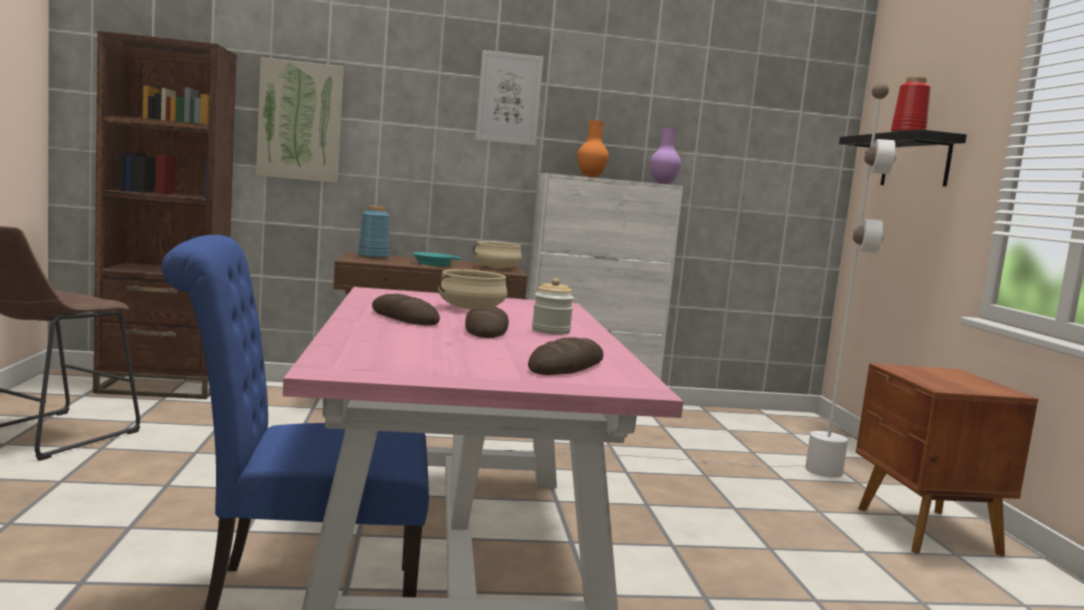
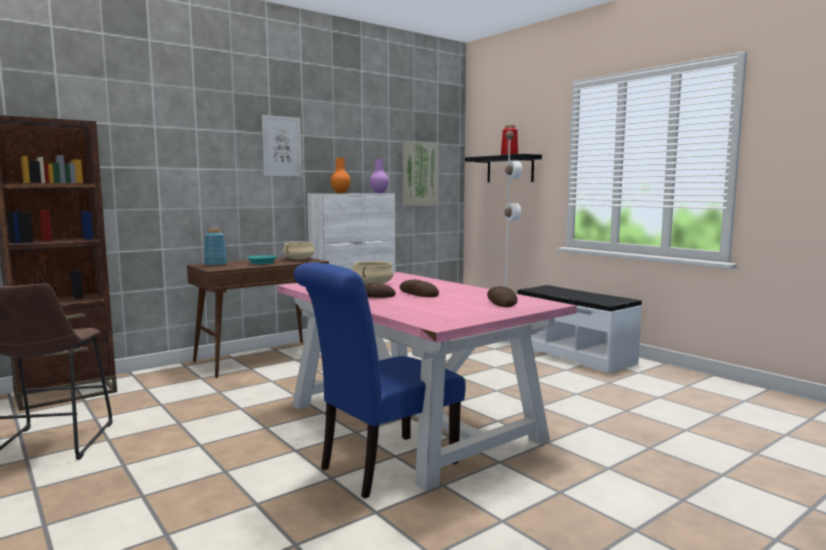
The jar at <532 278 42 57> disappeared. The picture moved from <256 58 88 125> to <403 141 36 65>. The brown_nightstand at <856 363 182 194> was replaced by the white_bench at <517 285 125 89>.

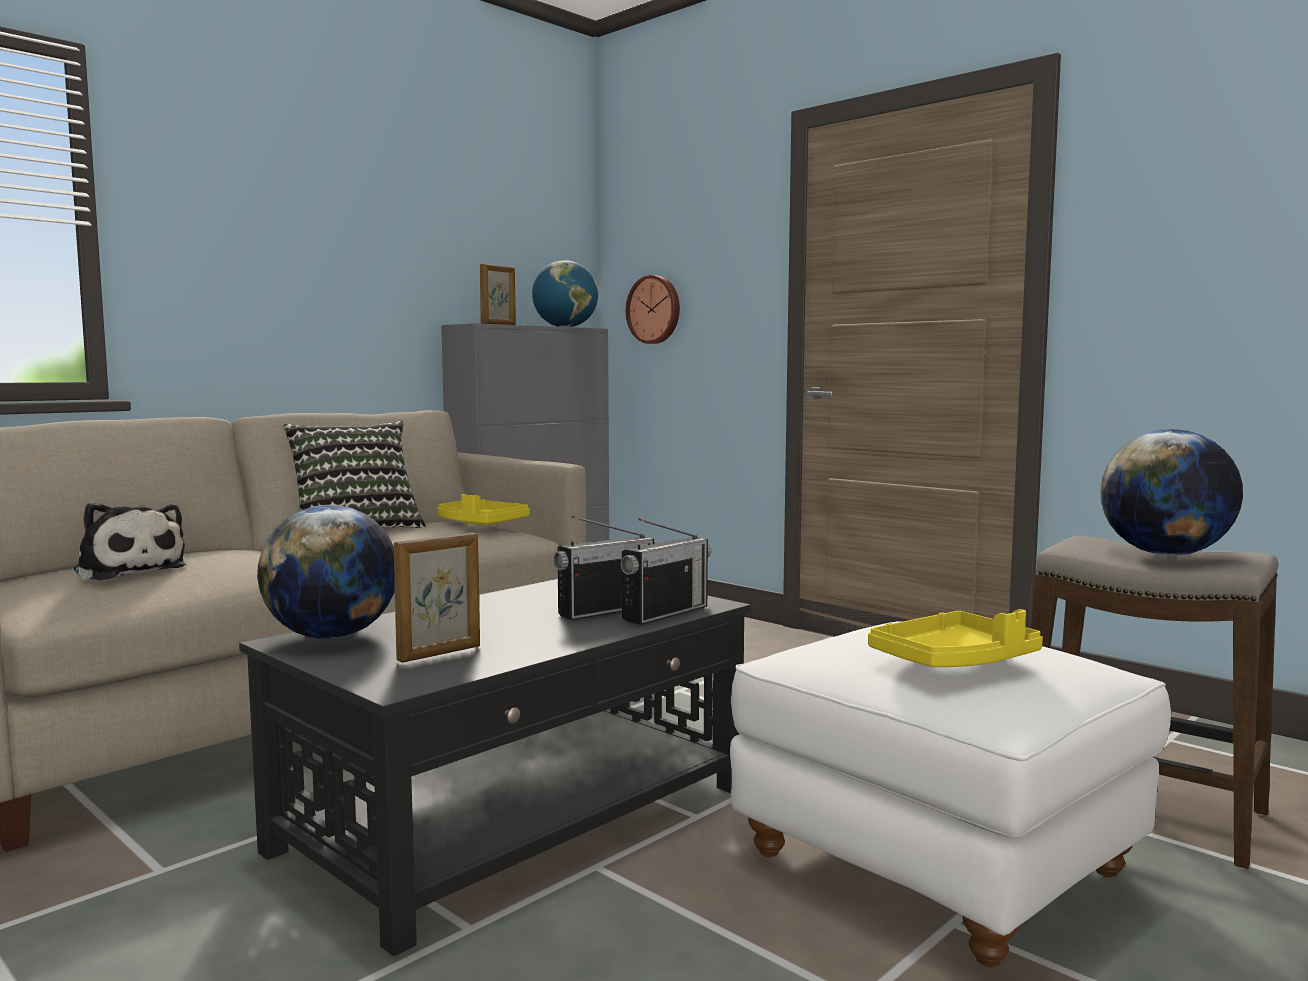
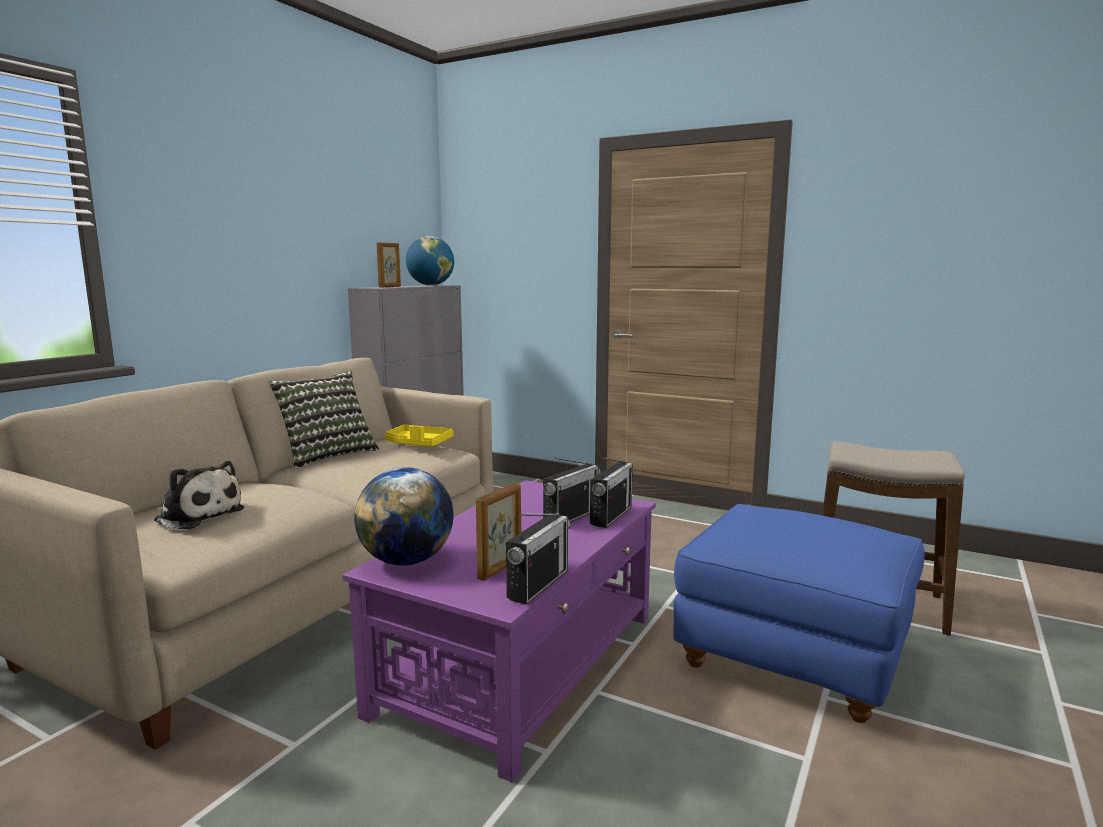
The wall_clock at <626 275 54 69> disappeared. The yellow_tray at <868 609 175 58> disappeared. The globe at <1100 429 143 127> disappeared. The radio at <506 513 64 92> appeared. The black_coffee_table at <239 579 512 377> became the purple_coffee_table at <343 480 313 302>. The white_ottoman at <730 621 441 346> became the blue_ottoman at <673 504 252 219>.

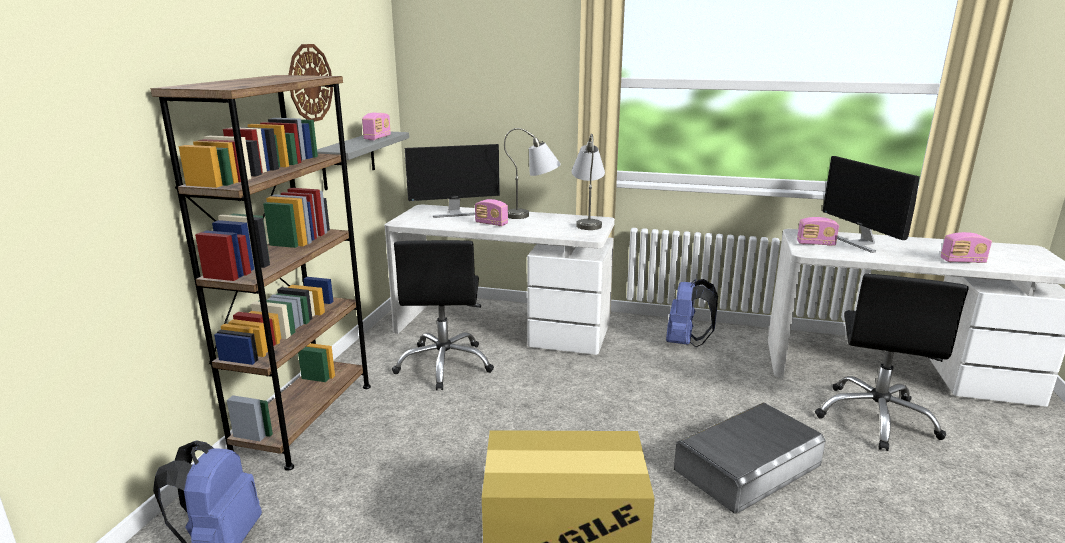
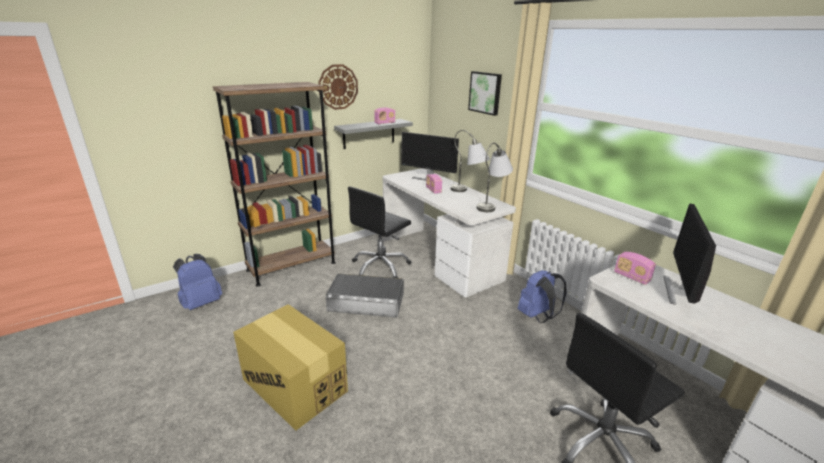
The radio at <941 232 51 31> disappeared. The picture at <468 71 34 45> appeared. The grey_storage_box moved from <674 402 152 112> to <326 273 78 45>.

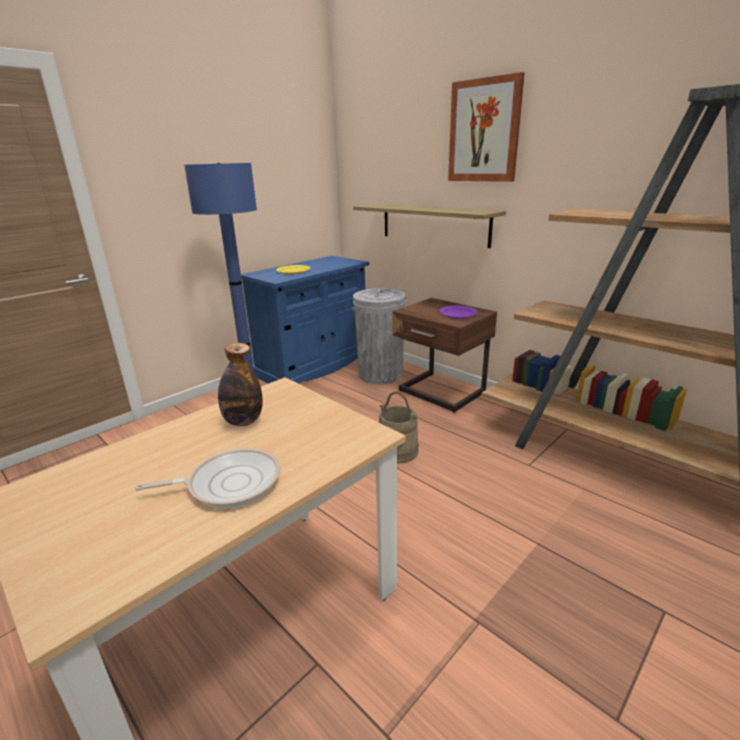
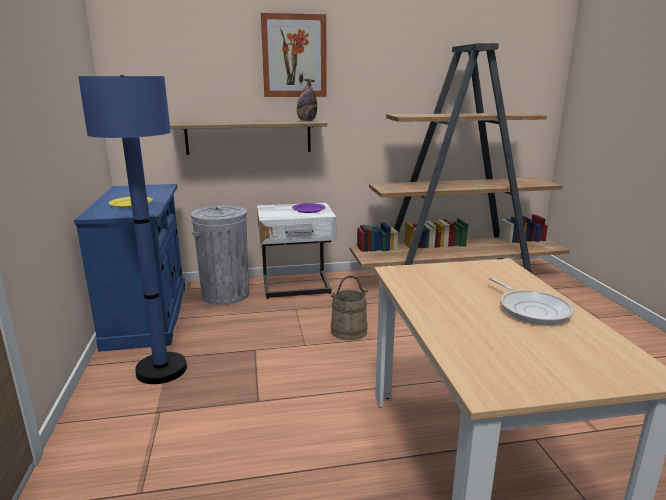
The bottle moved from <218 343 45 83> to <297 79 20 42>. The brown_nightstand at <393 298 104 115> became the white_nightstand at <257 203 80 96>. The frying_pan at <135 448 145 60> turned 135 degrees clockwise.

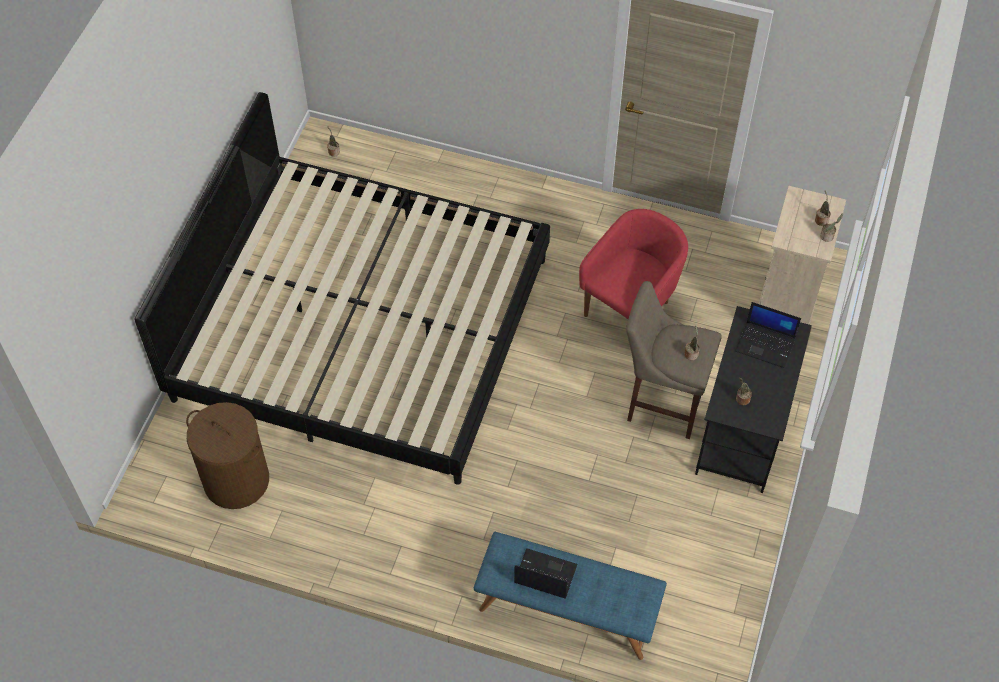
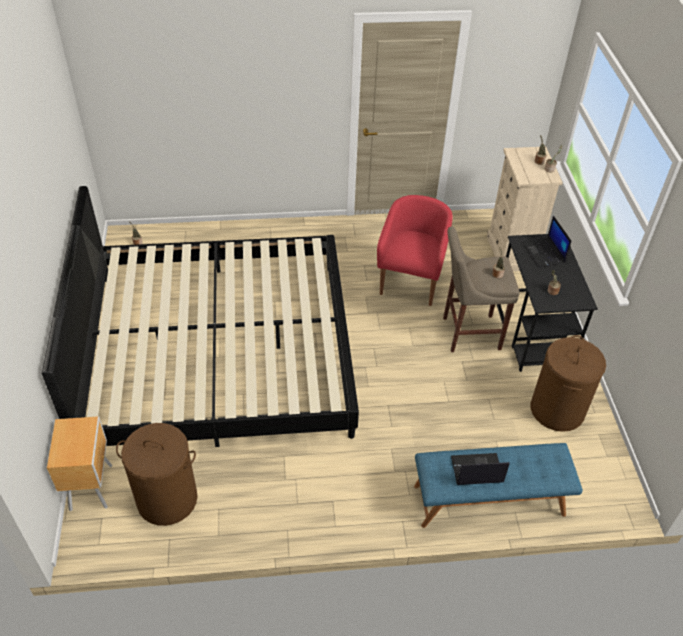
The brown_nightstand at <47 417 66 95> appeared. The brown_laundry_basket at <530 335 76 97> appeared. The laptop at <735 302 66 66> turned 75 degrees clockwise.

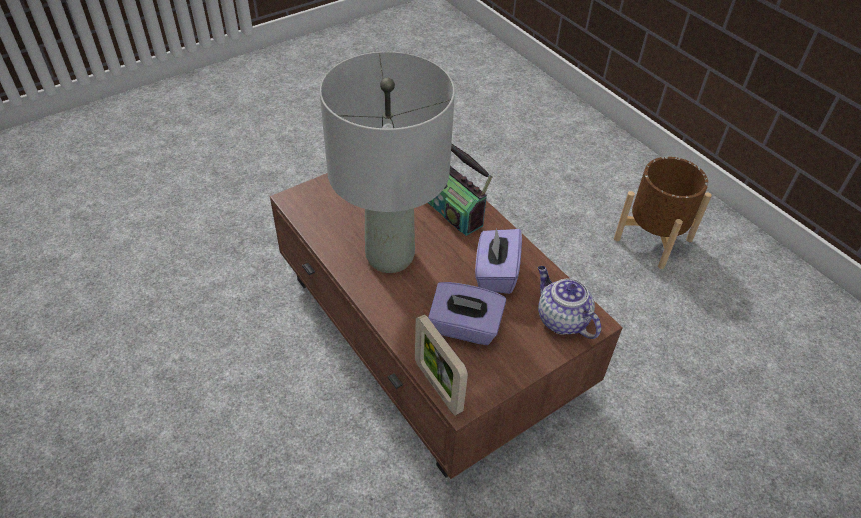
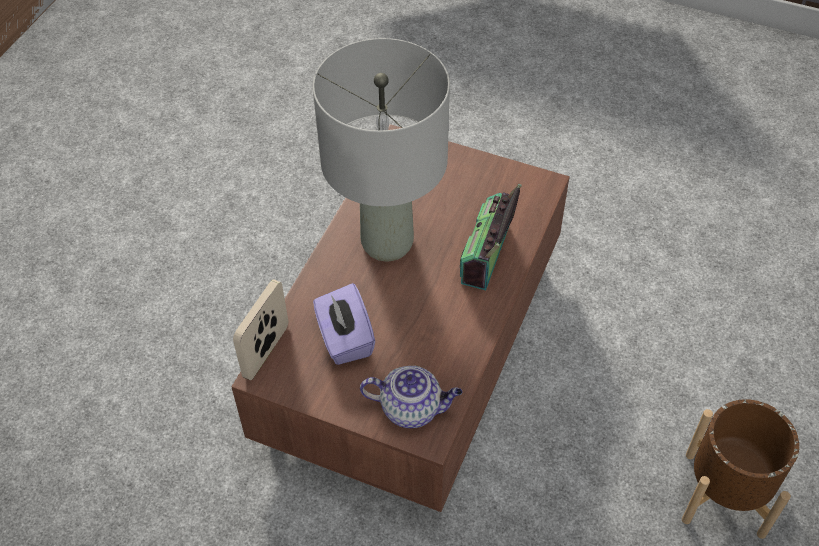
The purple_tissue_box at <475 227 47 67> disappeared. The teapot at <538 266 63 73> turned 75 degrees clockwise.

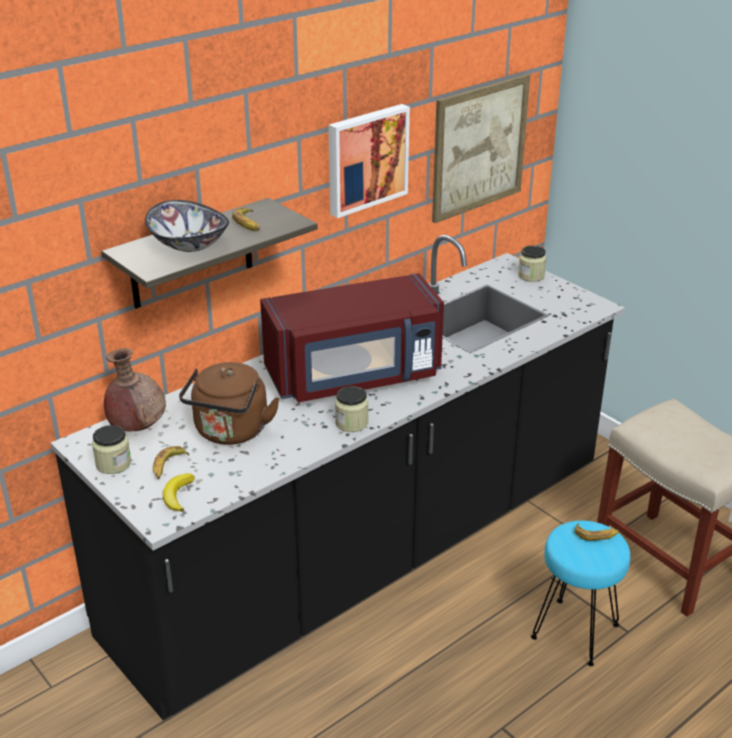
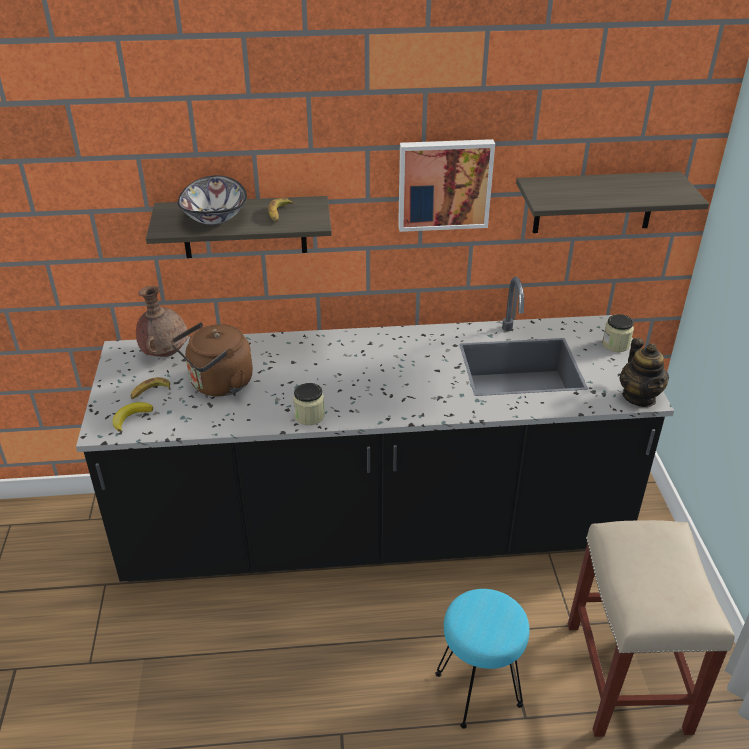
The jar at <92 425 39 49> disappeared. The red_microwave at <260 273 184 129> disappeared. The banana at <574 523 45 18> disappeared. The teapot at <619 338 50 69> appeared. The picture at <432 74 98 149> was replaced by the shelf at <516 172 193 61>.

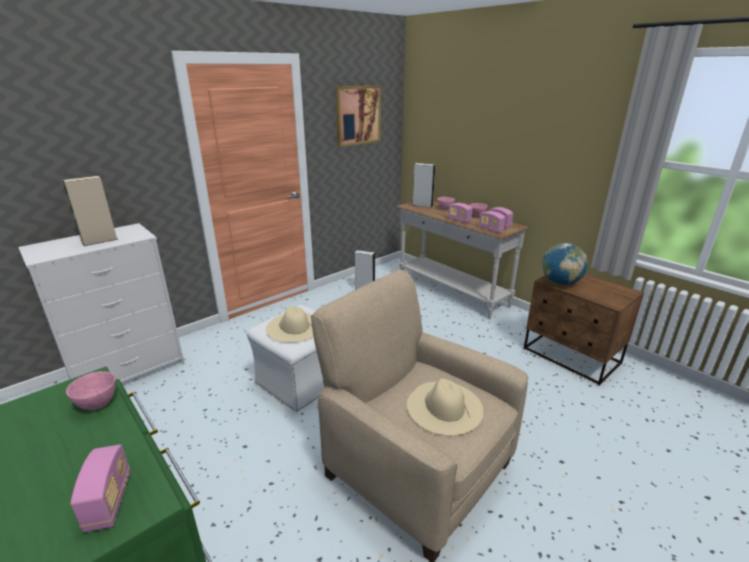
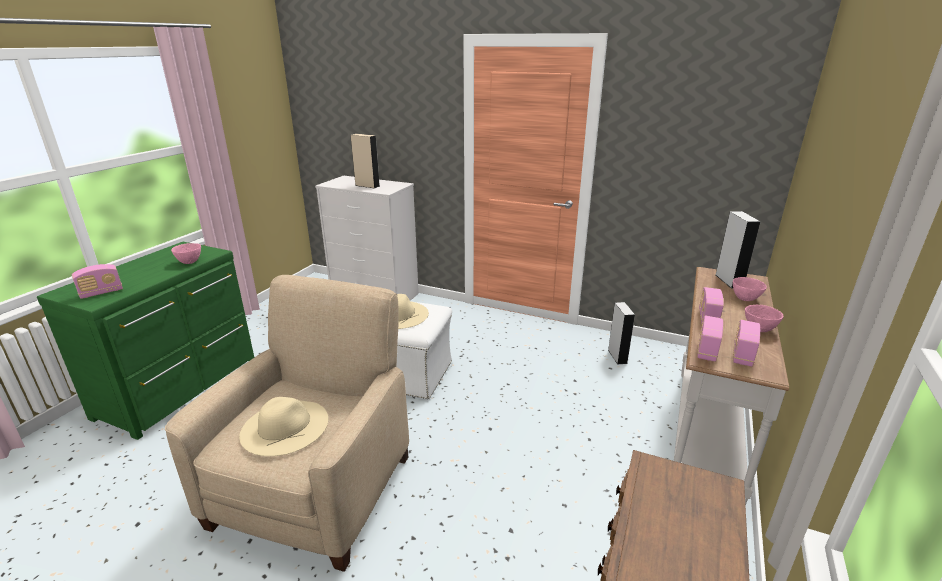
The picture at <335 85 46 62> disappeared. The globe at <542 243 46 42> disappeared.

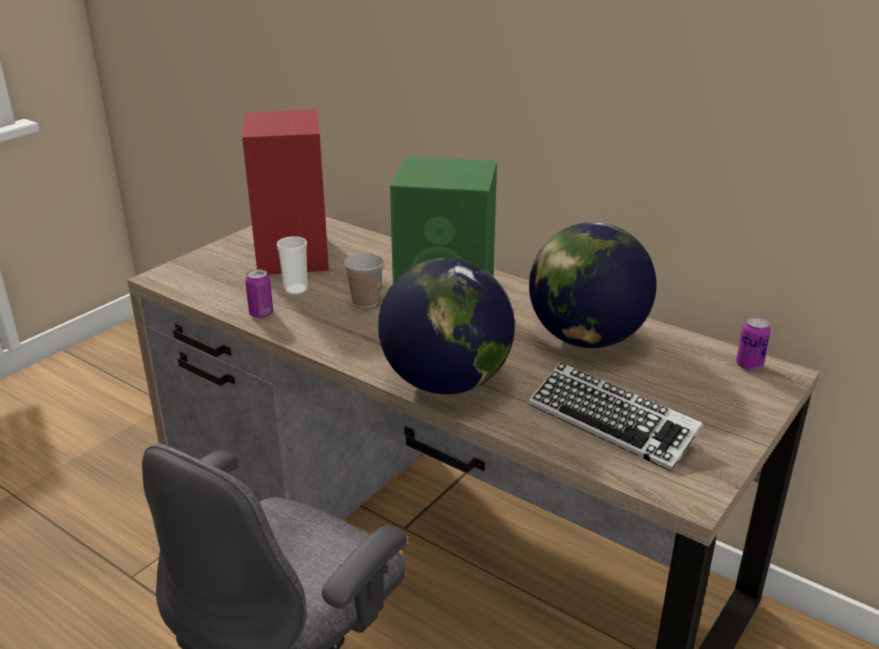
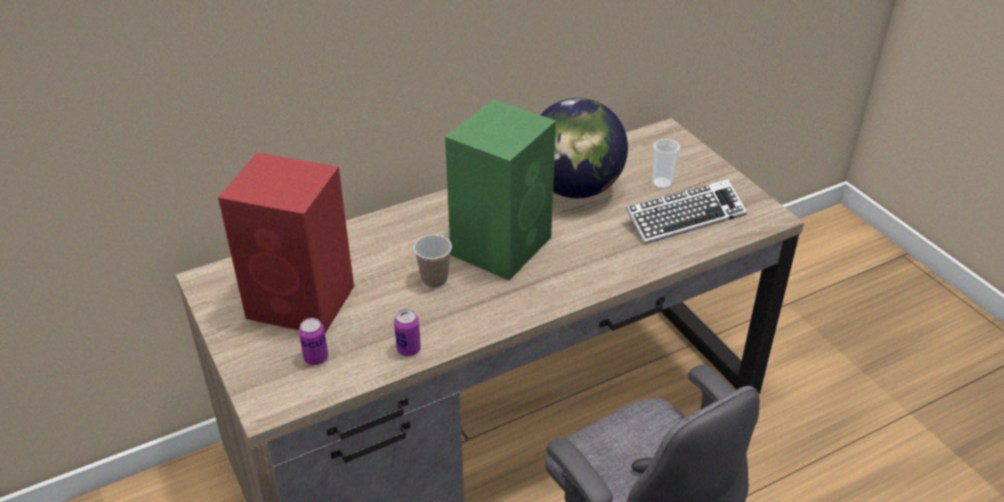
The globe at <378 258 137 136> disappeared. The cup moved from <277 236 30 59> to <652 139 28 50>. The can moved from <736 317 35 54> to <299 318 29 47>.

